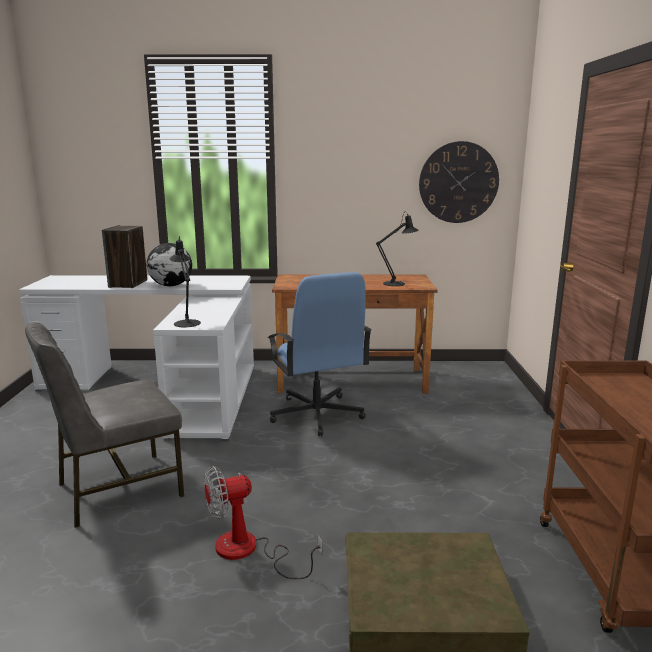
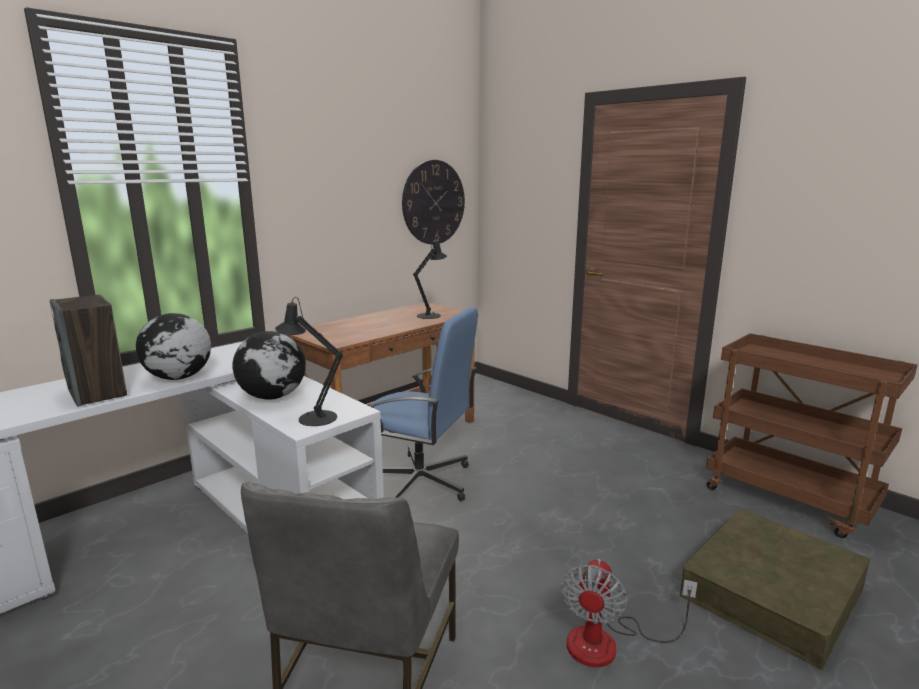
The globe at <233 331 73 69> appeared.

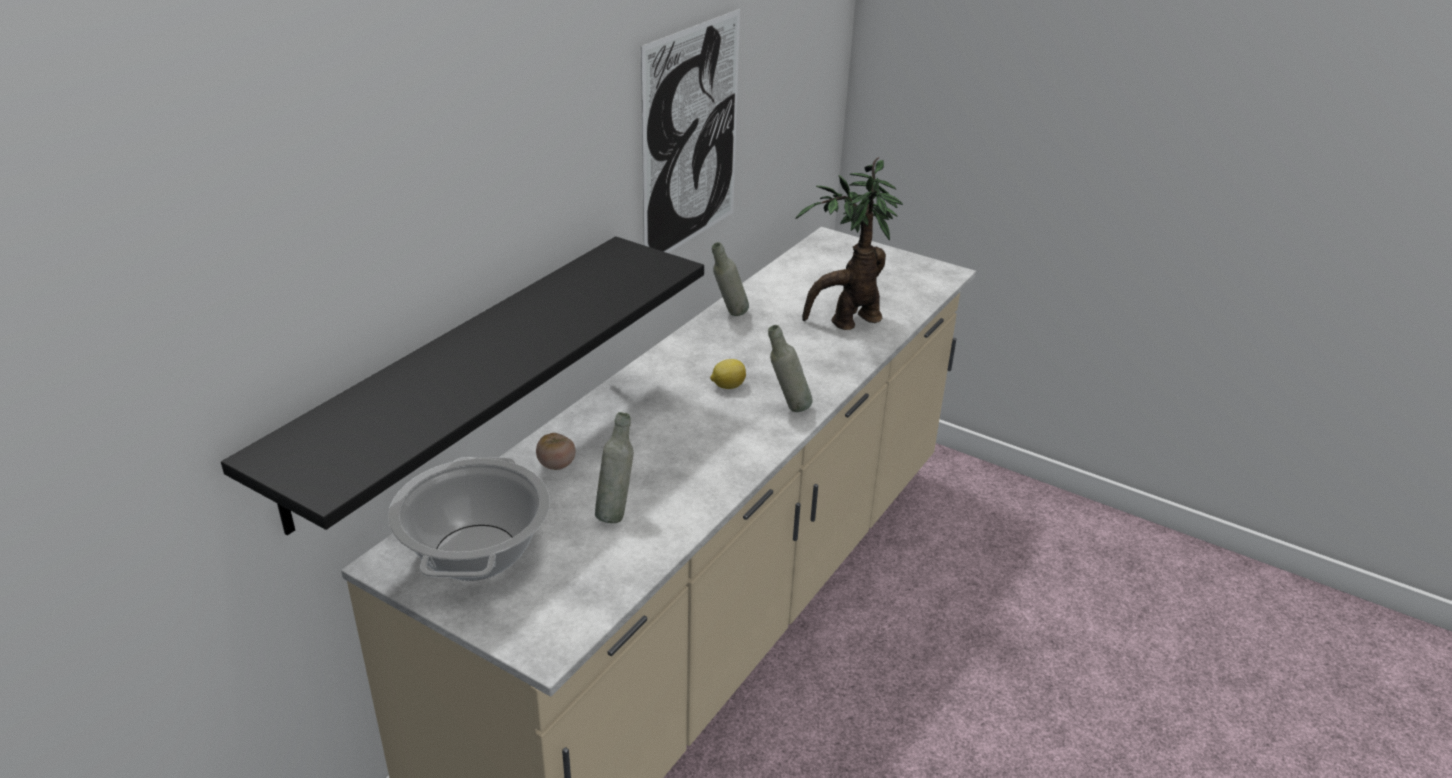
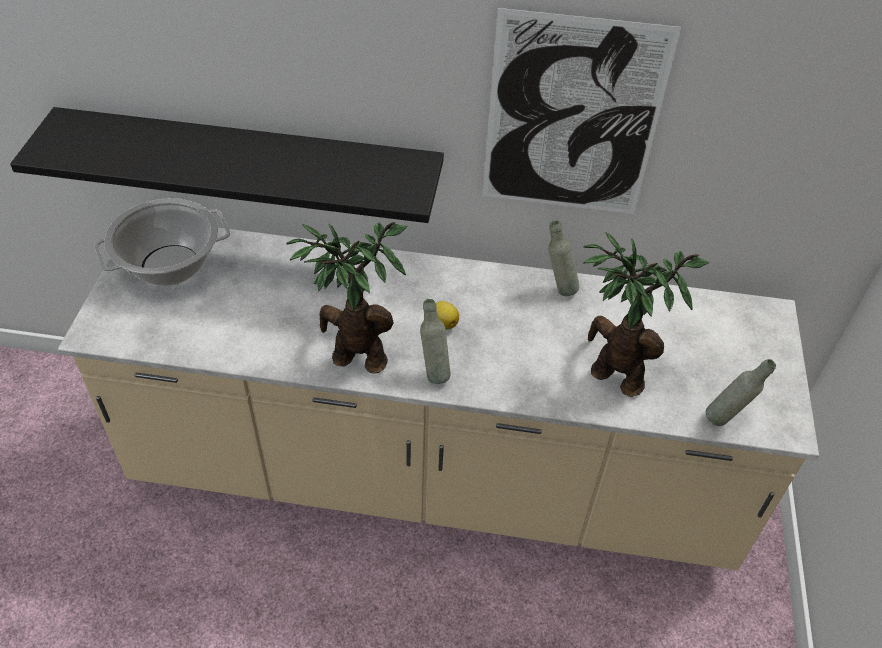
The tomato at <536 433 40 37> disappeared. The potted_plant at <286 222 122 152> appeared. The grey_bottle moved from <595 412 39 111> to <706 359 70 67>.

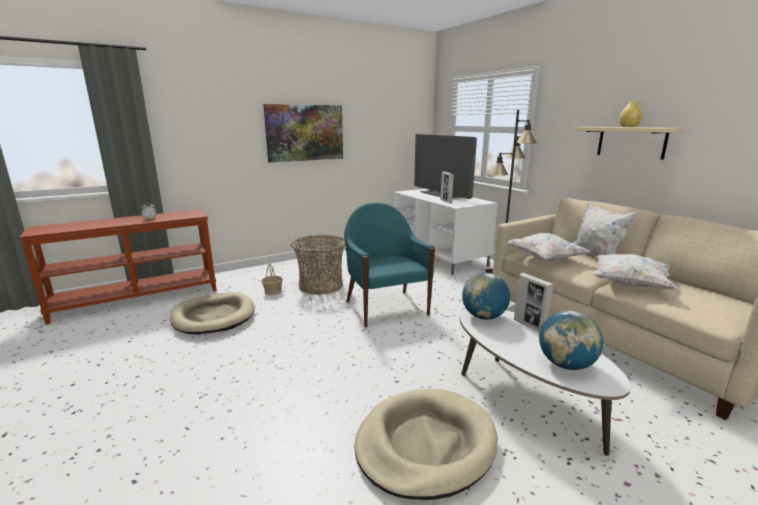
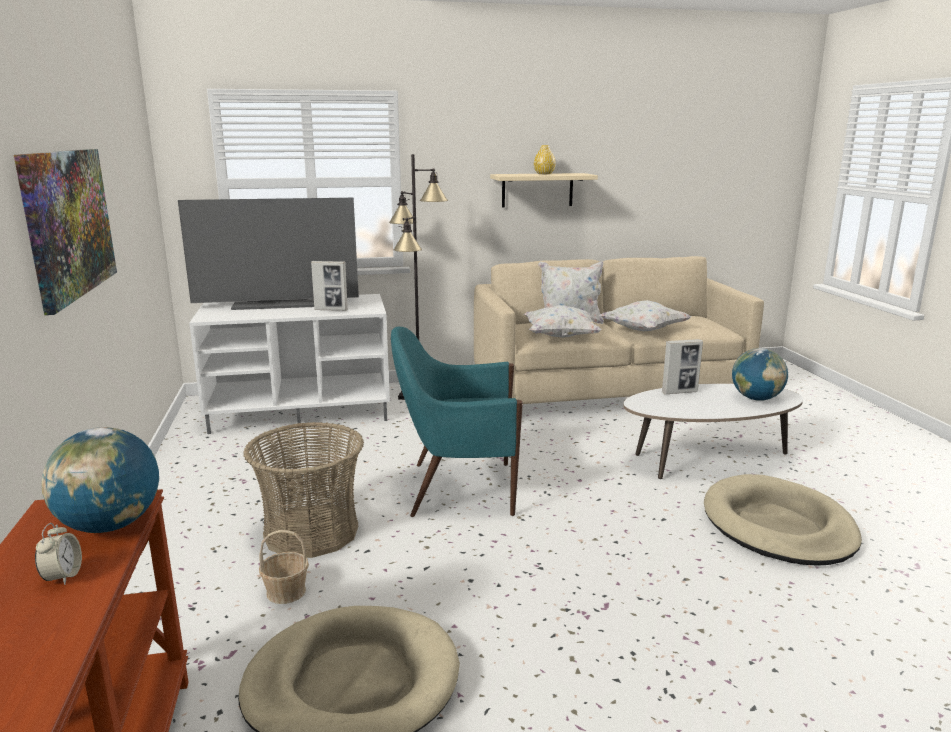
The globe moved from <462 273 48 47> to <41 427 118 106>.

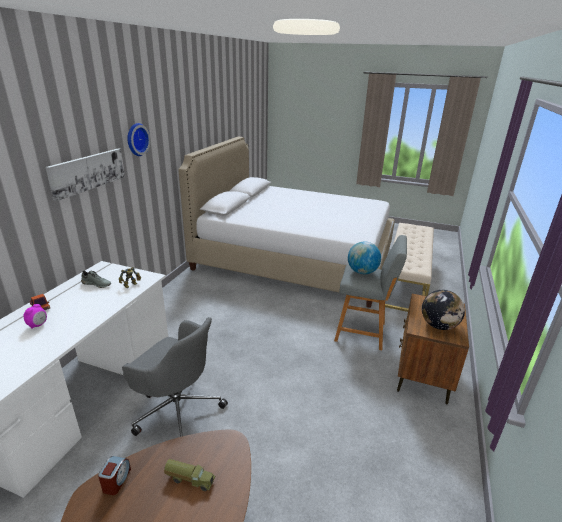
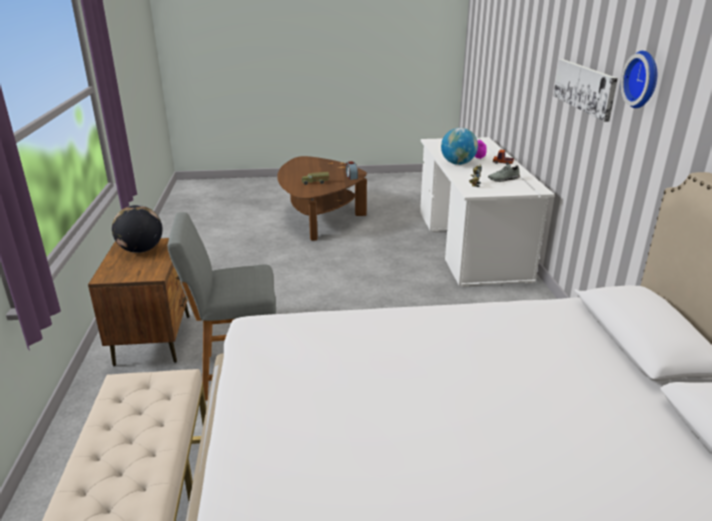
The grey_office_chair at <122 317 106 120> disappeared. The globe moved from <348 242 33 32> to <441 128 37 37>.

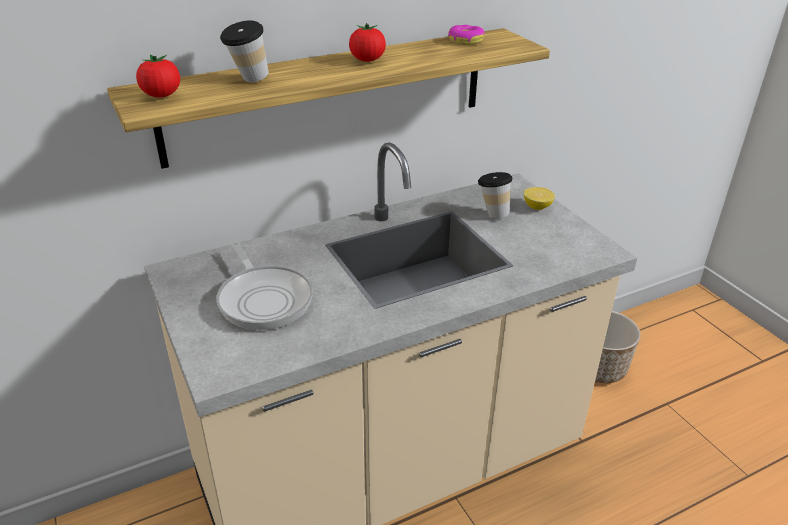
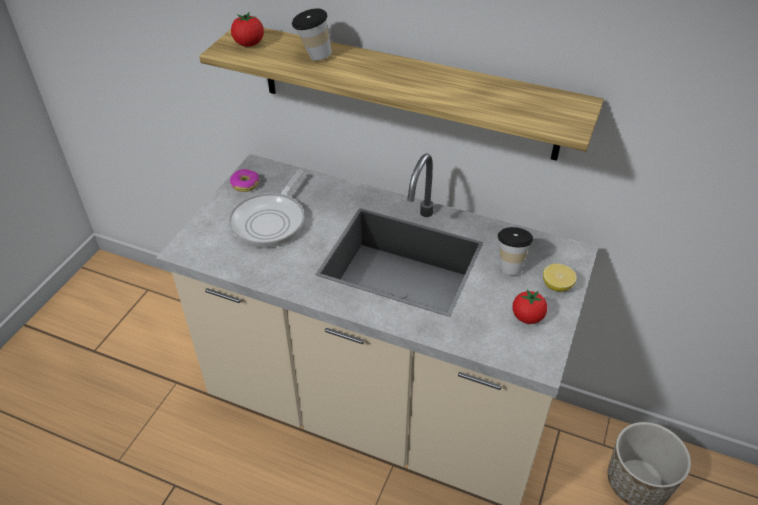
The tomato moved from <349 23 37 39> to <512 290 35 34>. The donut moved from <448 25 36 20> to <230 169 29 23>.

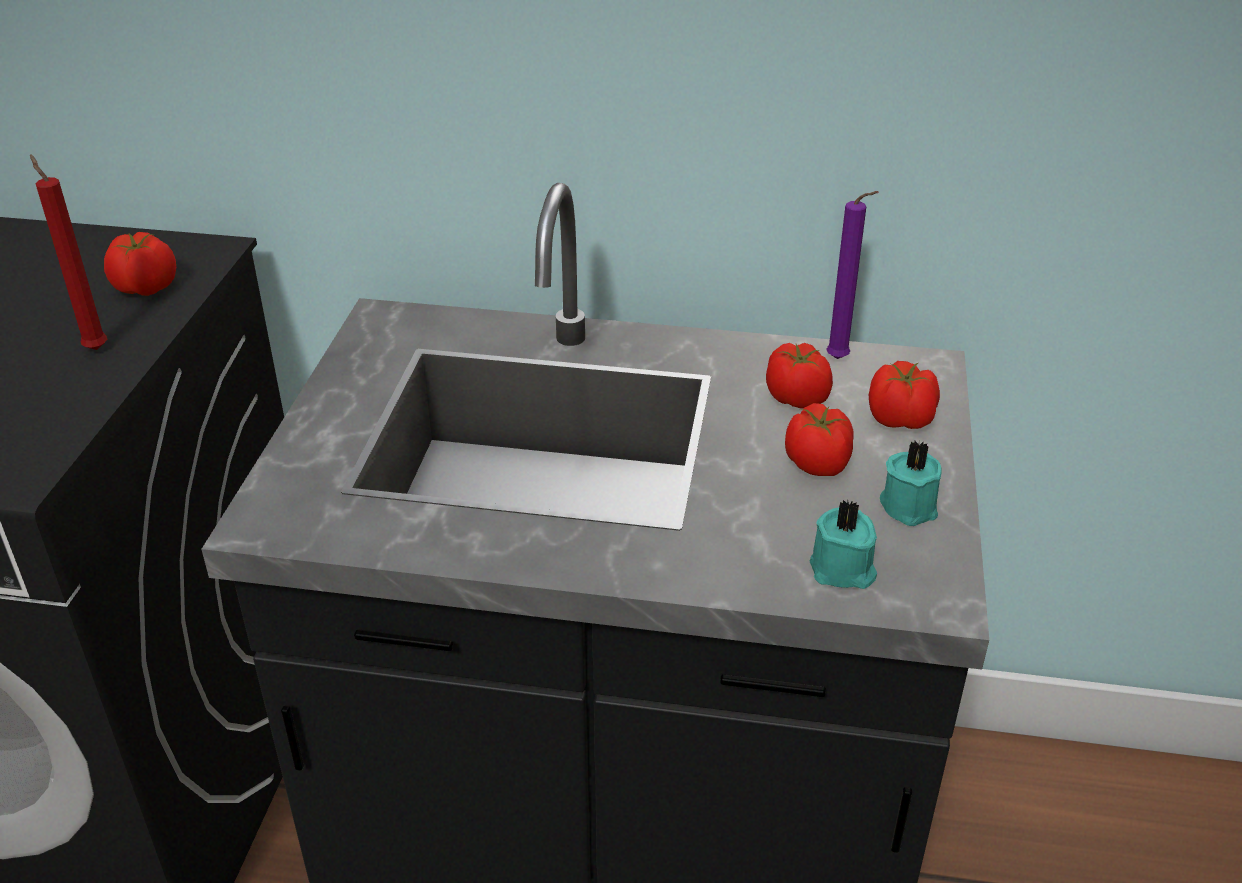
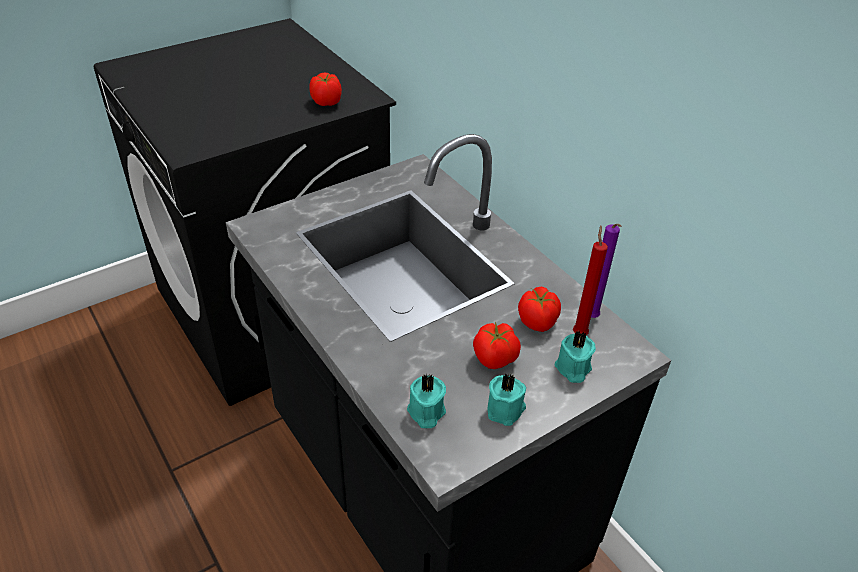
The red_candle moved from <30 154 77 196> to <573 225 35 110>. The tomato at <869 361 71 68> was replaced by the turquoise_candle at <555 331 41 52>.

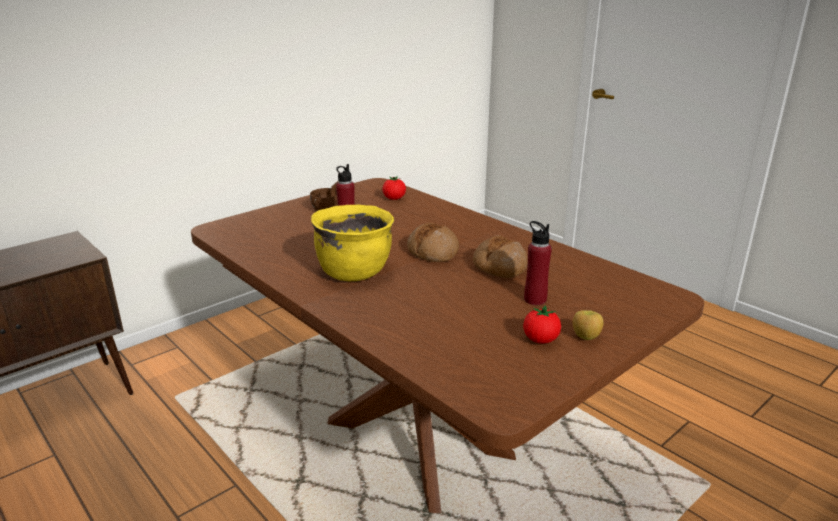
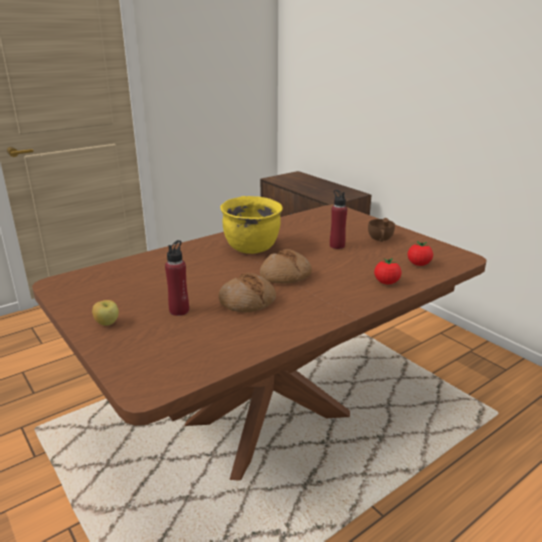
The tomato moved from <523 305 38 39> to <374 258 27 26>.

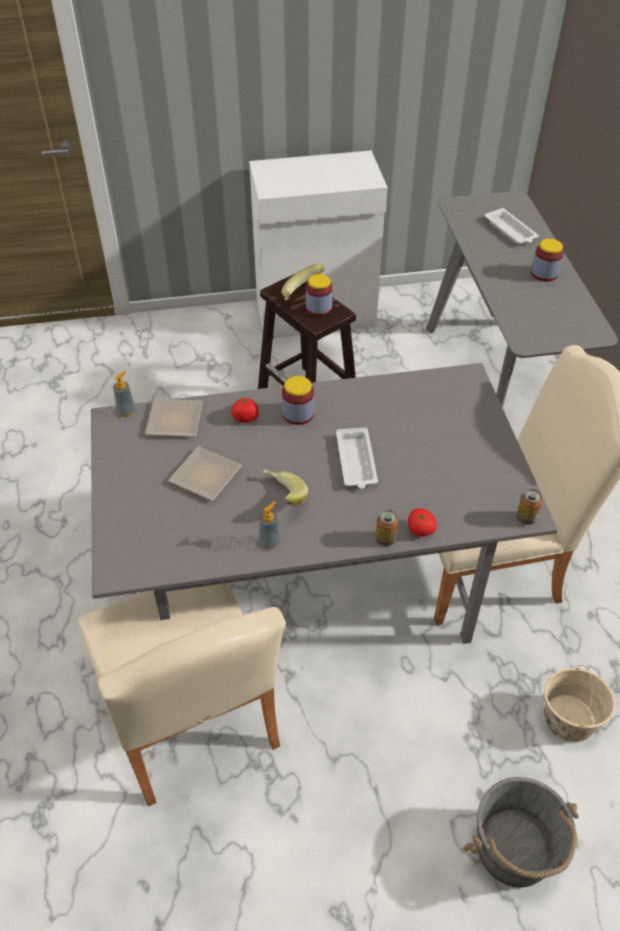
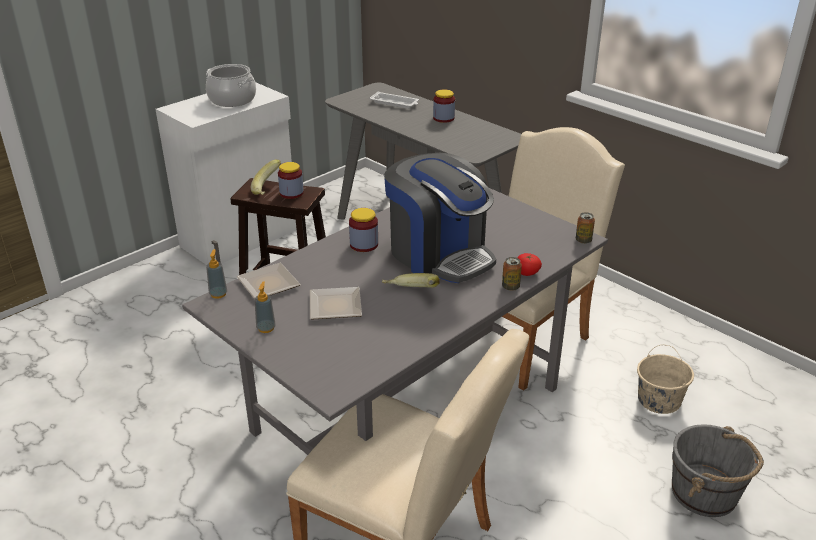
The tomato at <231 397 28 26> disappeared. The cooking_pot at <206 64 50 43> appeared. The soap_dispenser moved from <259 501 21 48> to <254 281 22 52>. The white_tray at <336 427 42 62> was replaced by the coffee_machine at <384 153 112 130>.

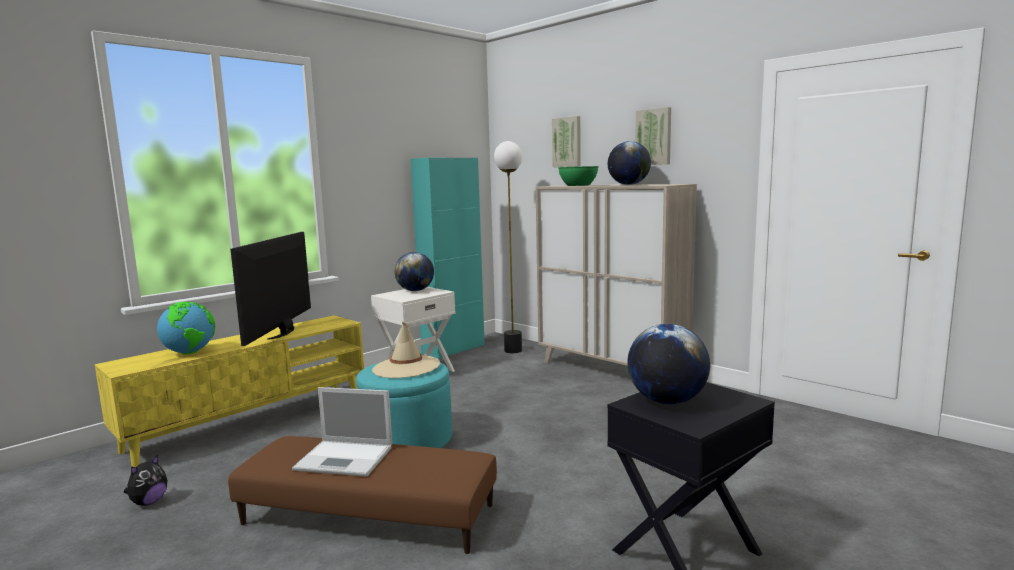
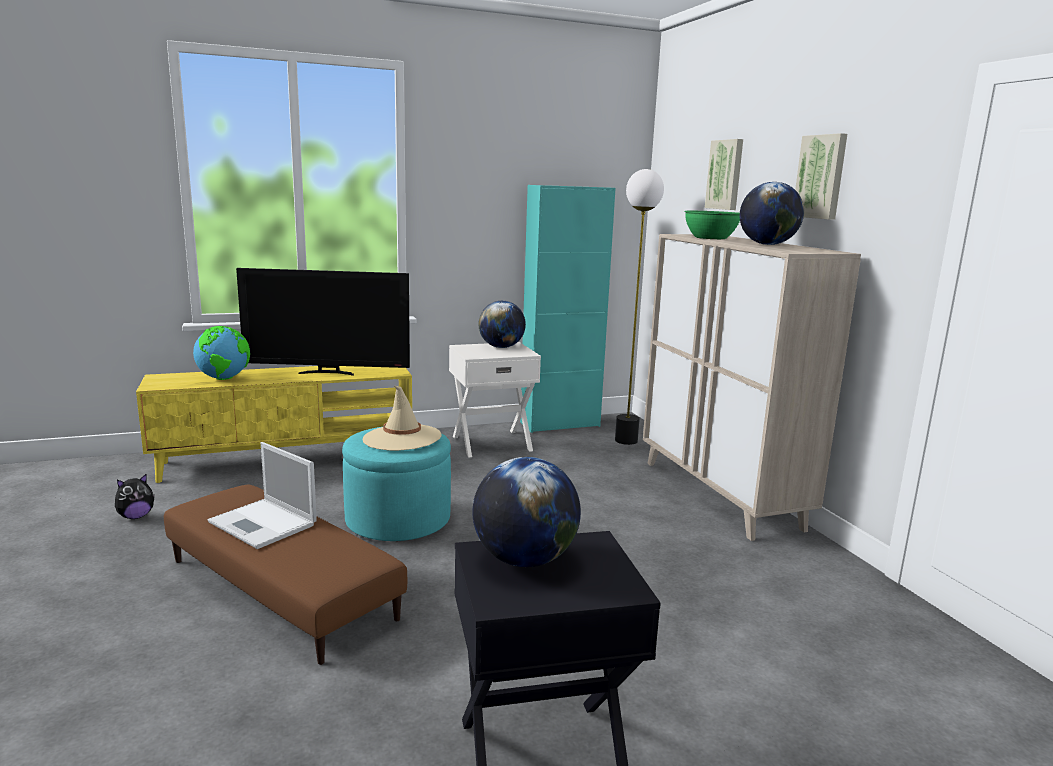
The television at <230 232 81 114> turned 120 degrees counterclockwise.

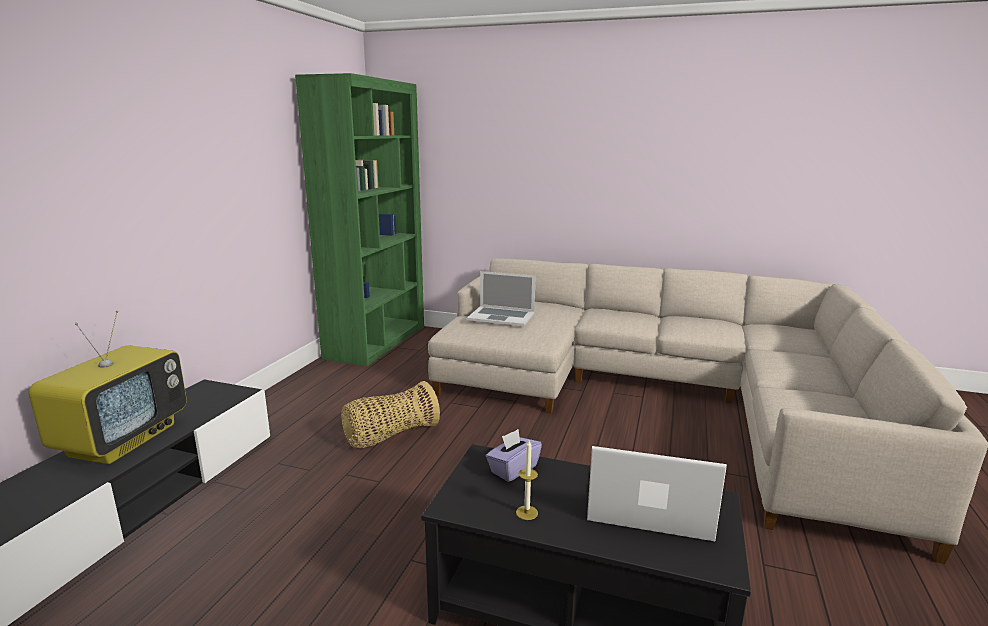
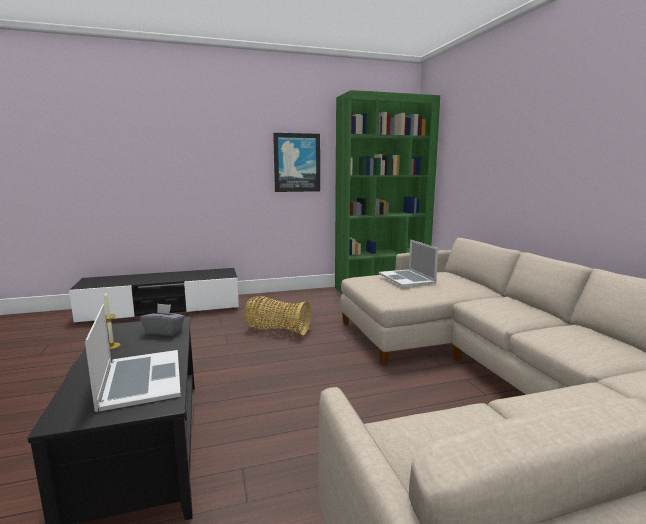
The television at <28 311 159 153> disappeared. The picture at <273 133 47 59> appeared. The purple_tissue_box at <486 429 56 53> became the grey_tissue_box at <140 304 45 32>.

